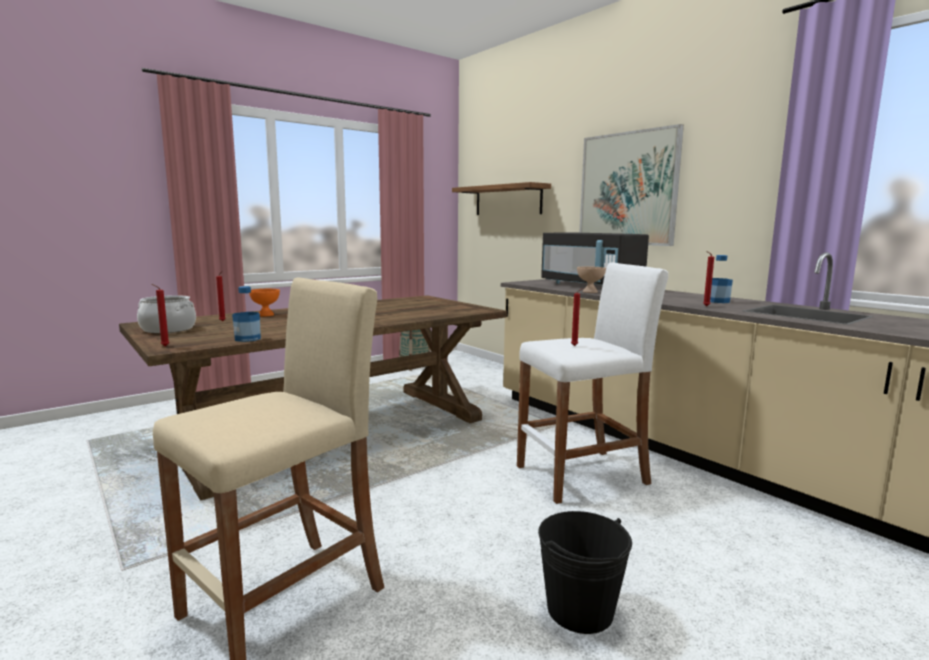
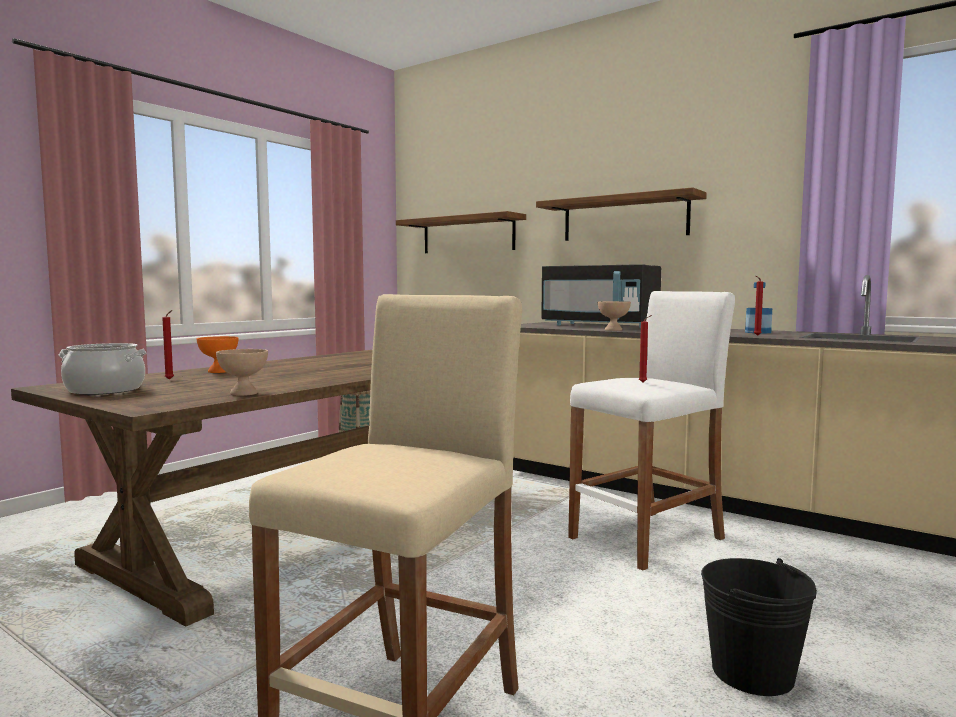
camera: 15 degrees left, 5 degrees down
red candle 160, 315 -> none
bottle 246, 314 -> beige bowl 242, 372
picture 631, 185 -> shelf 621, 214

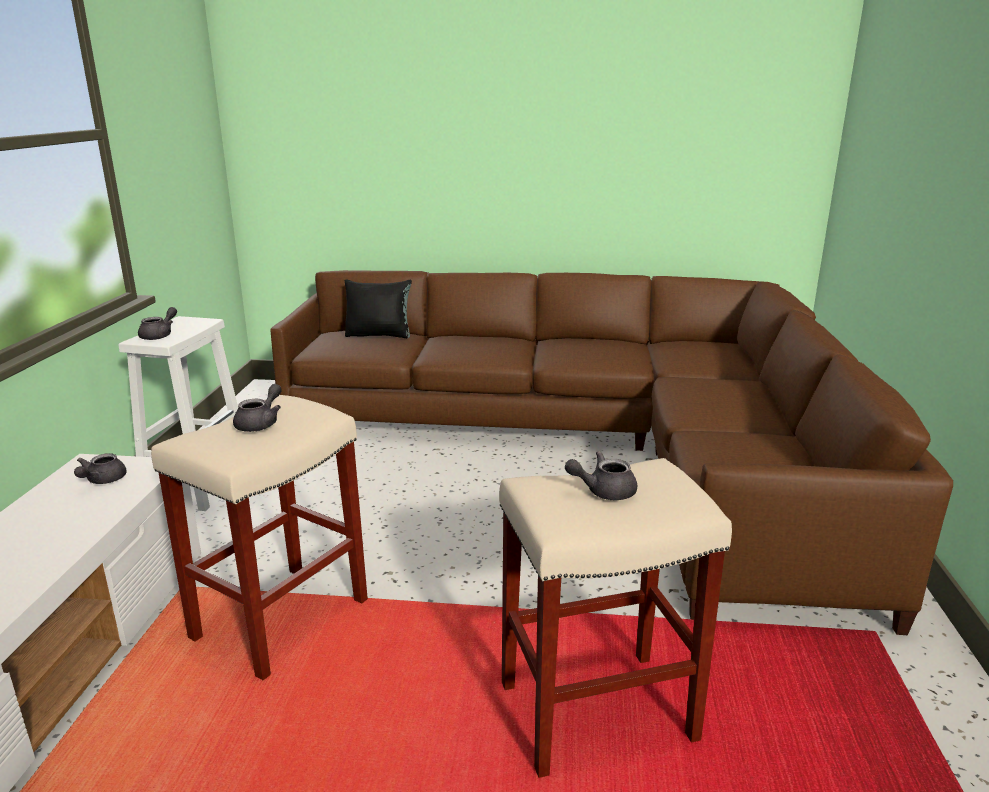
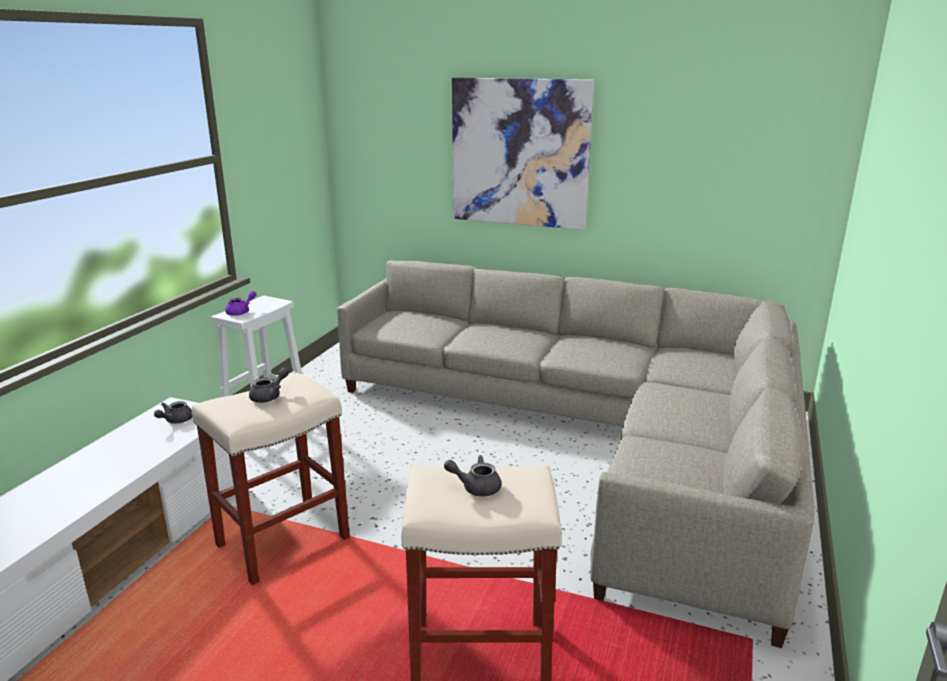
camera: 15 degrees right, 0 degrees up
black pillow 378, 309 -> none
none -> picture 523, 153
grey teapot 157, 323 -> purple teapot 241, 303
brown sofa 611, 452 -> grey sofa 575, 454

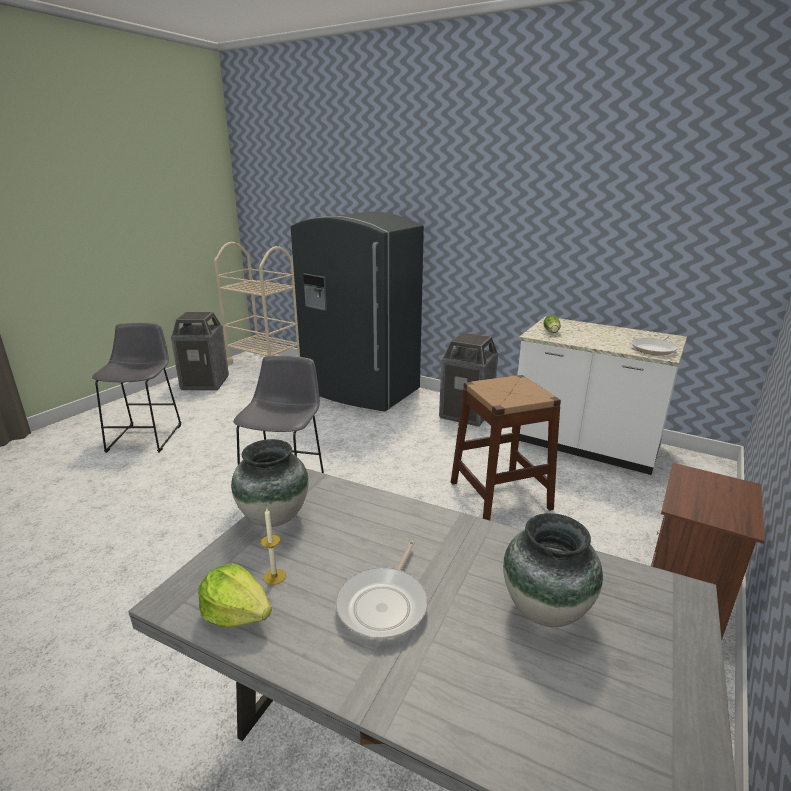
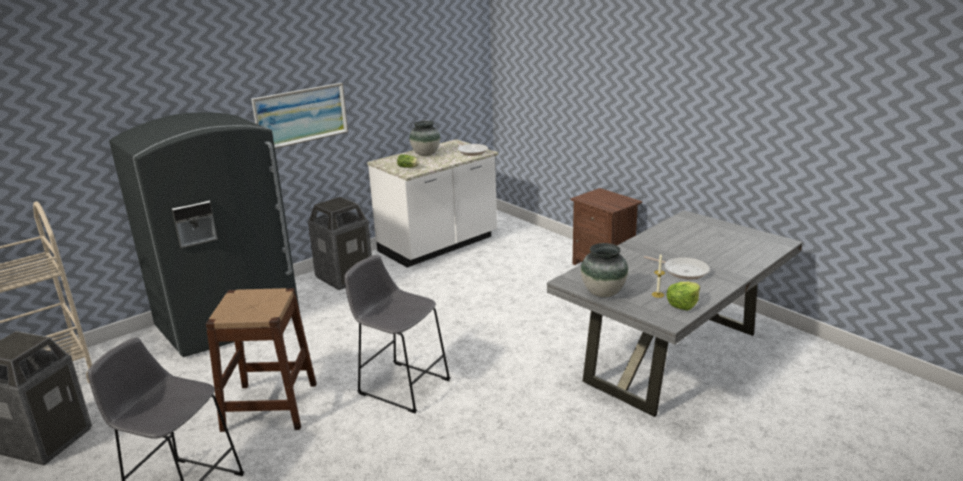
camera: 70 degrees left, 0 degrees up
none -> picture 299, 116
brown stool 506, 447 -> brown stool 261, 360, relocated
vase 553, 570 -> vase 424, 138, relocated

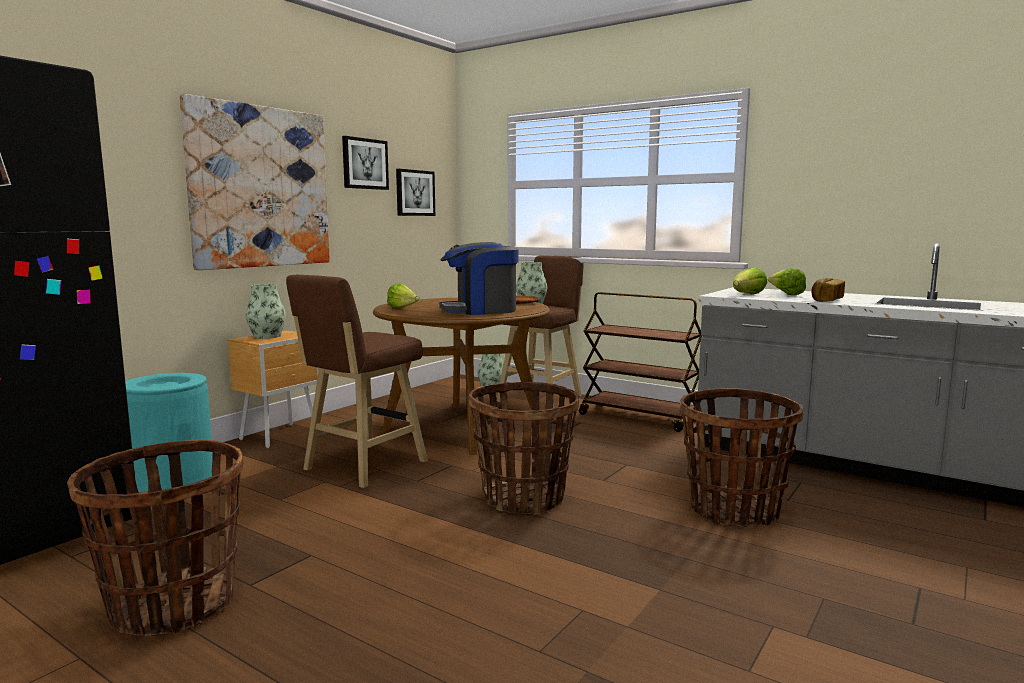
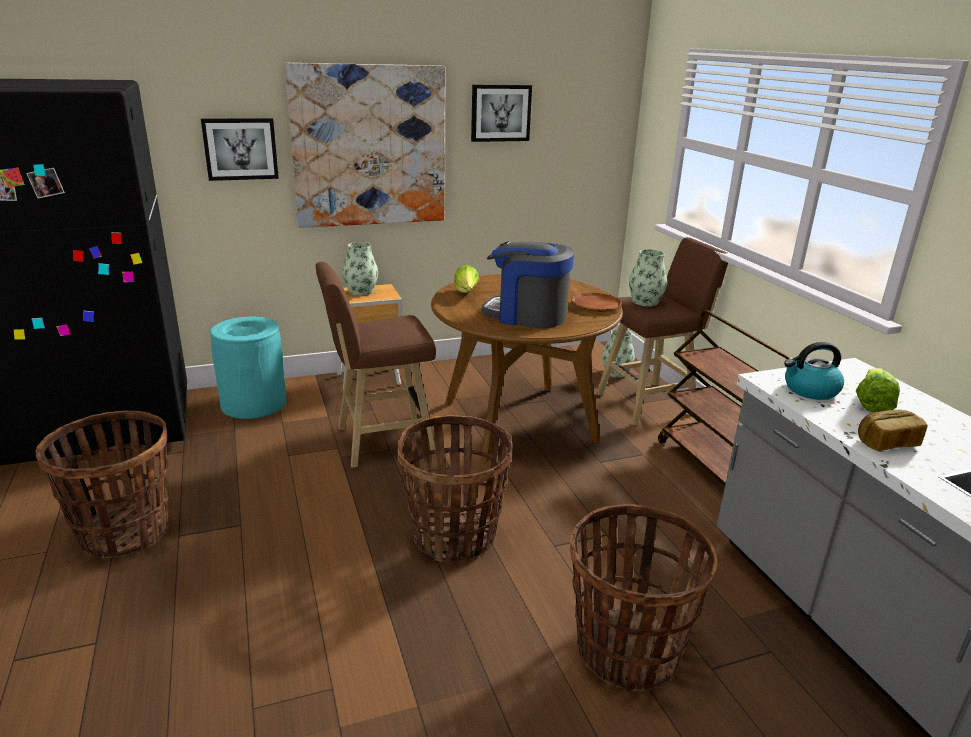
camera: 35 degrees right, 15 degrees up
picture 415, 192 -> picture 240, 149, relocated
lettuce 750, 280 -> kettle 814, 371

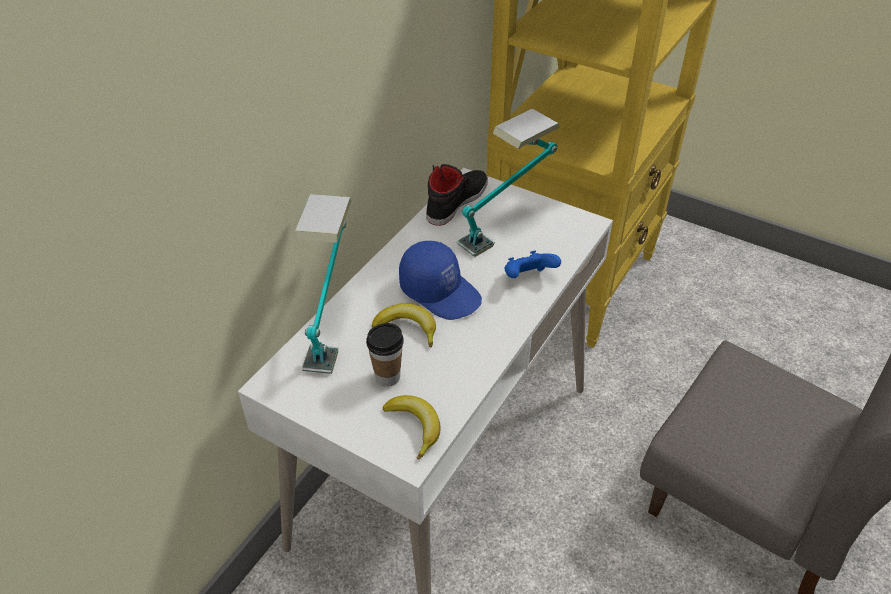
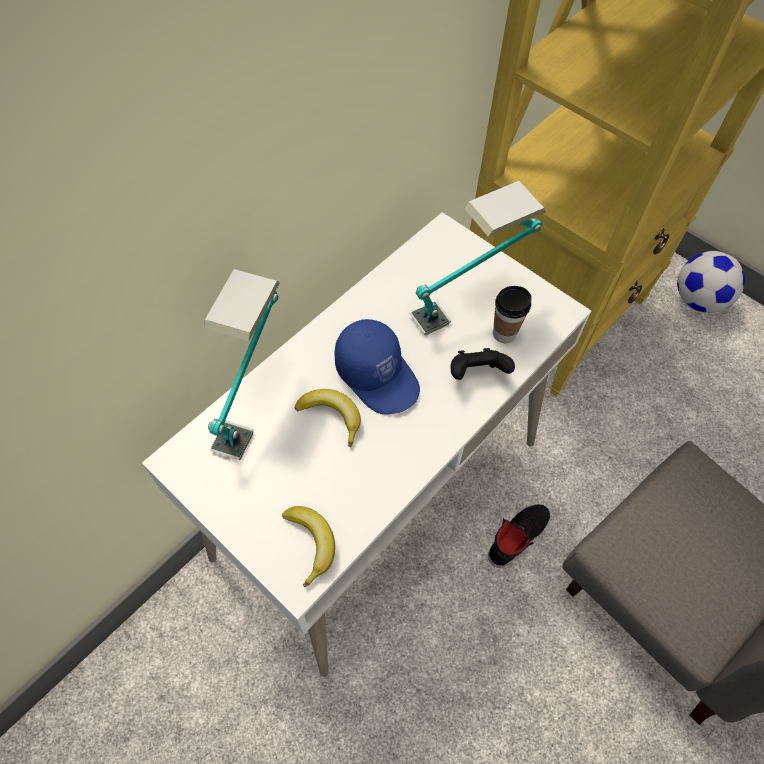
camera: 10 degrees right, 15 degrees up
none -> football 711, 282
cup 385, 355 -> cup 512, 314, relocated
black shoe 457, 195 -> black shoe 519, 536, relocated
blue game controller 533, 264 -> black game controller 483, 364

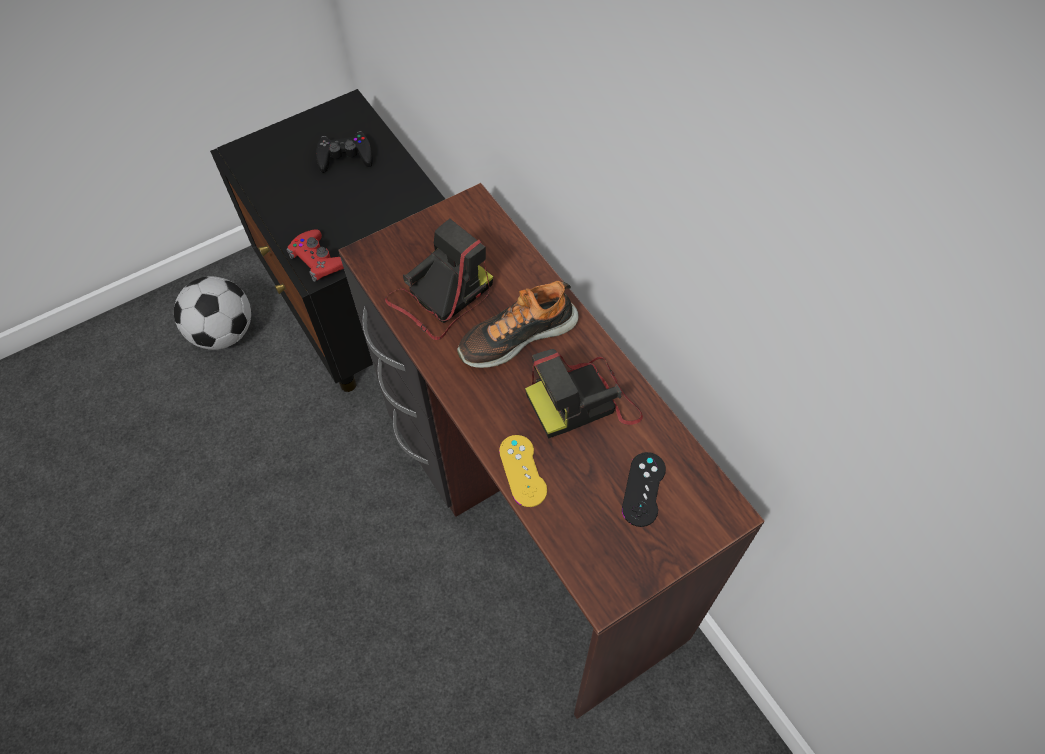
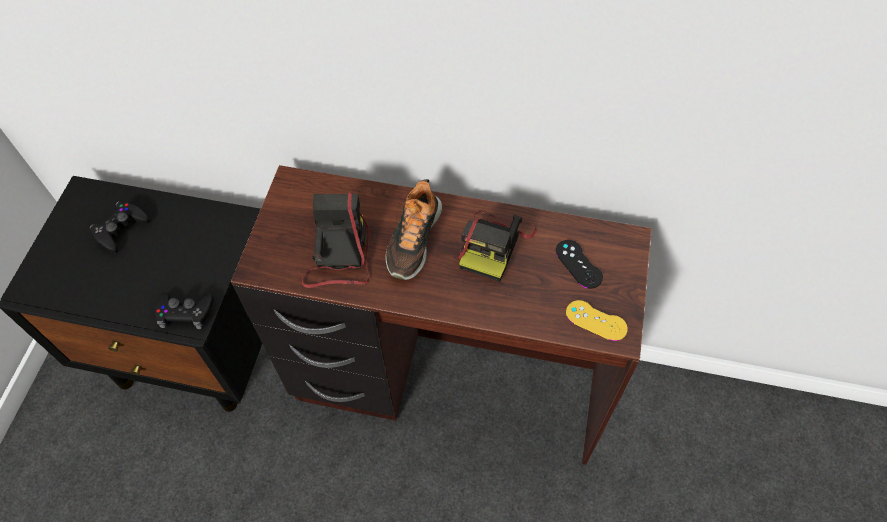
camera: 45 degrees left, 0 degrees up
football 212, 313 -> none
yellow game controller 523, 471 -> yellow game controller 597, 320, relocated
red game controller 315, 256 -> black game controller 184, 310

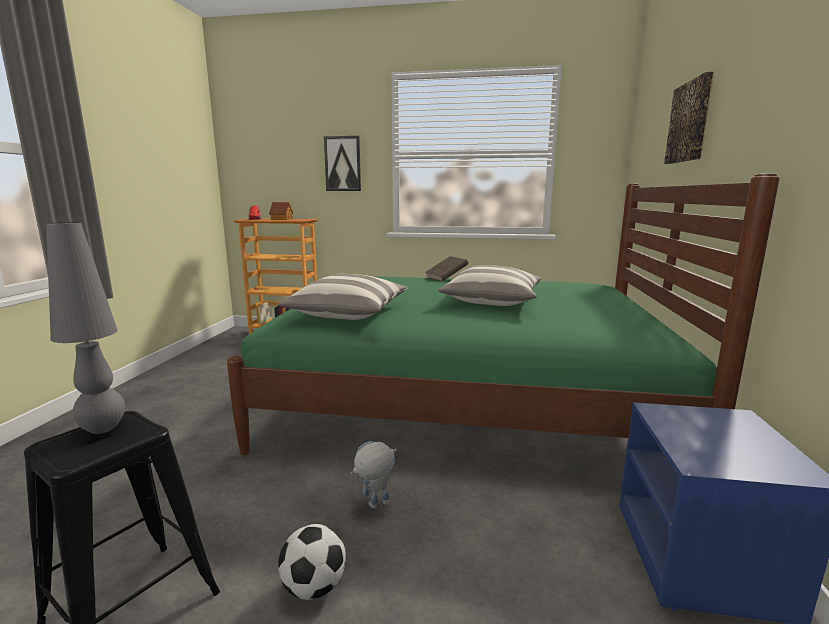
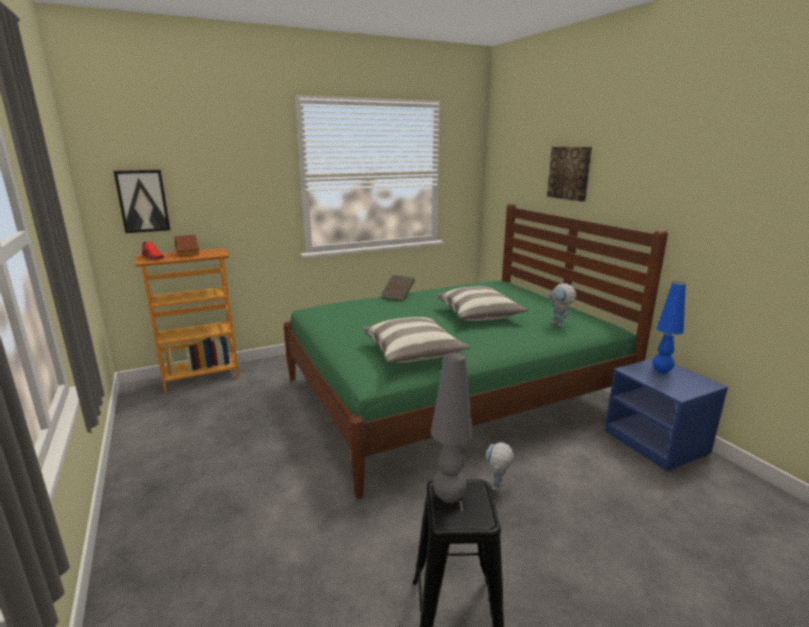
camera: 35 degrees left, 5 degrees up
football 312, 562 -> none
none -> toy robot 563, 304
none -> blue table lamp 669, 328
picture 342, 163 -> picture 141, 201, relocated

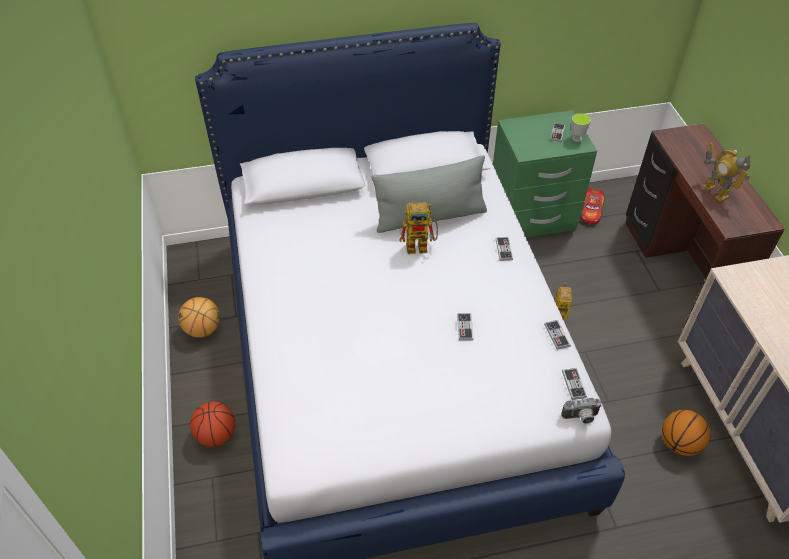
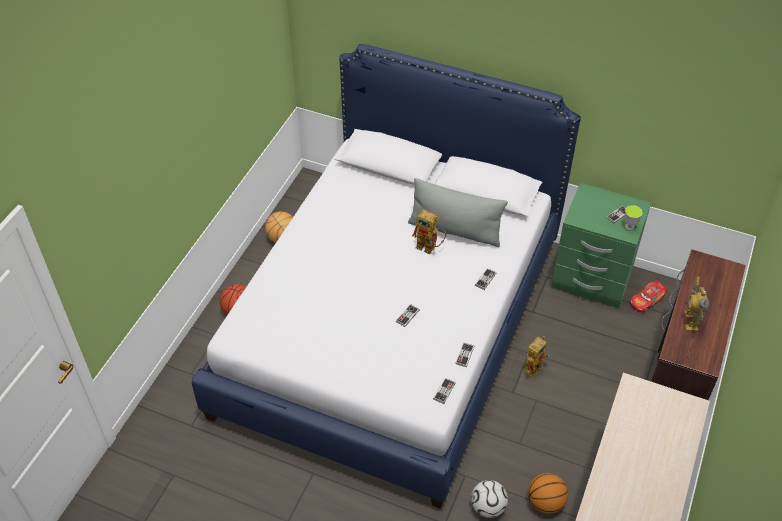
camera: 35 degrees right, 0 degrees up
photo camera 581, 411 -> none
none -> football 489, 499

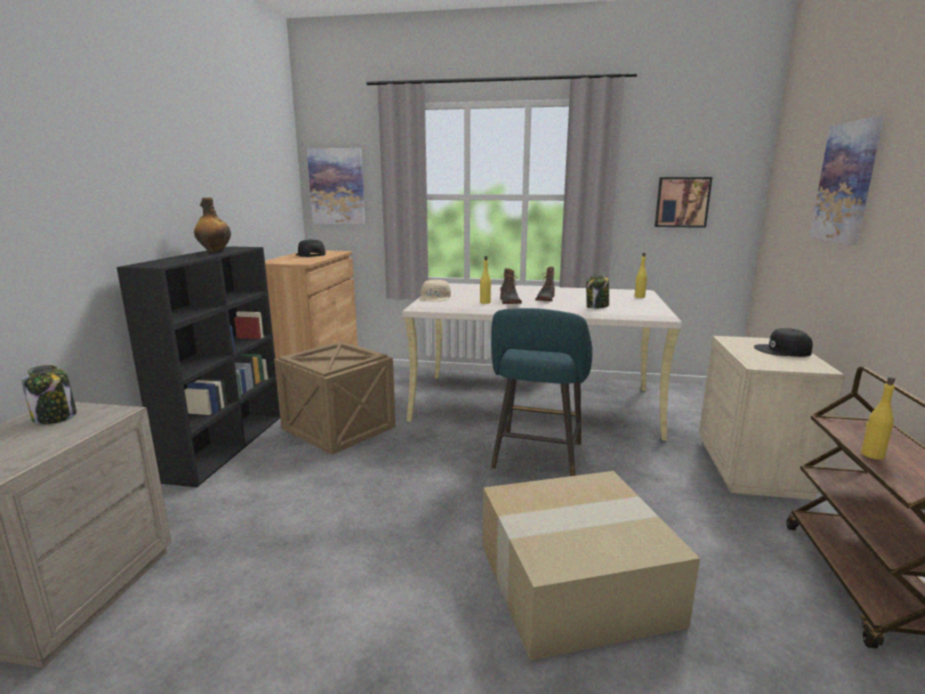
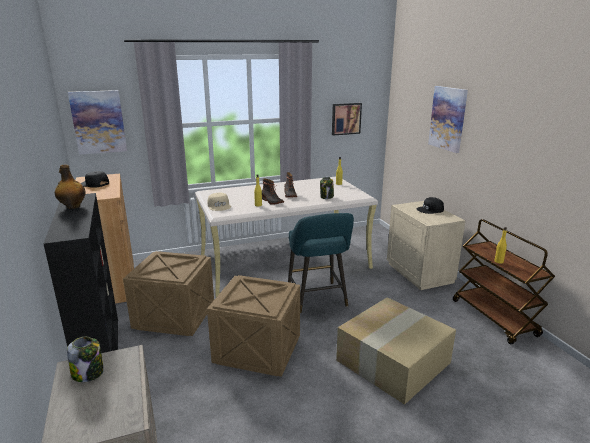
camera: 30 degrees left, 5 degrees up
none -> crate 253, 326

